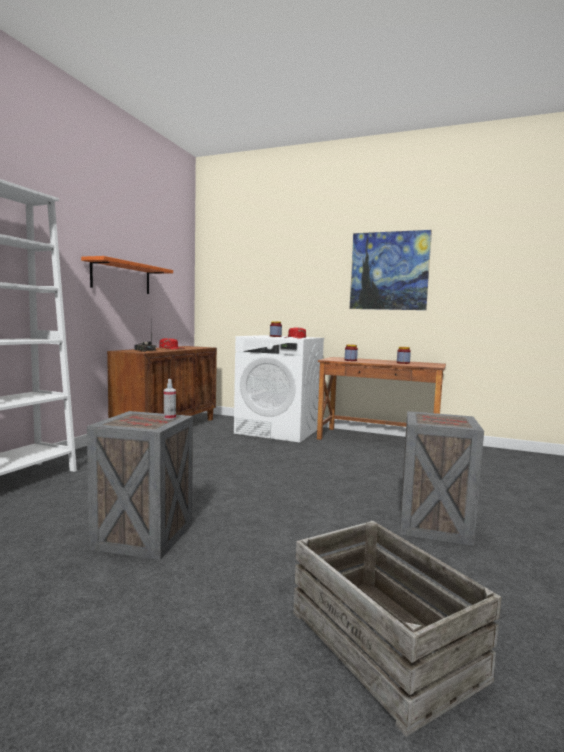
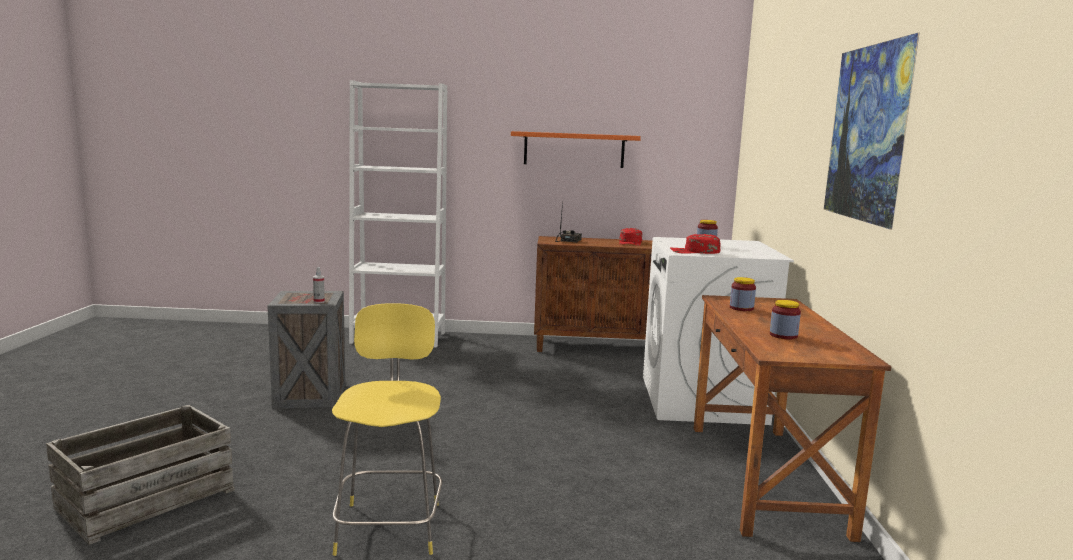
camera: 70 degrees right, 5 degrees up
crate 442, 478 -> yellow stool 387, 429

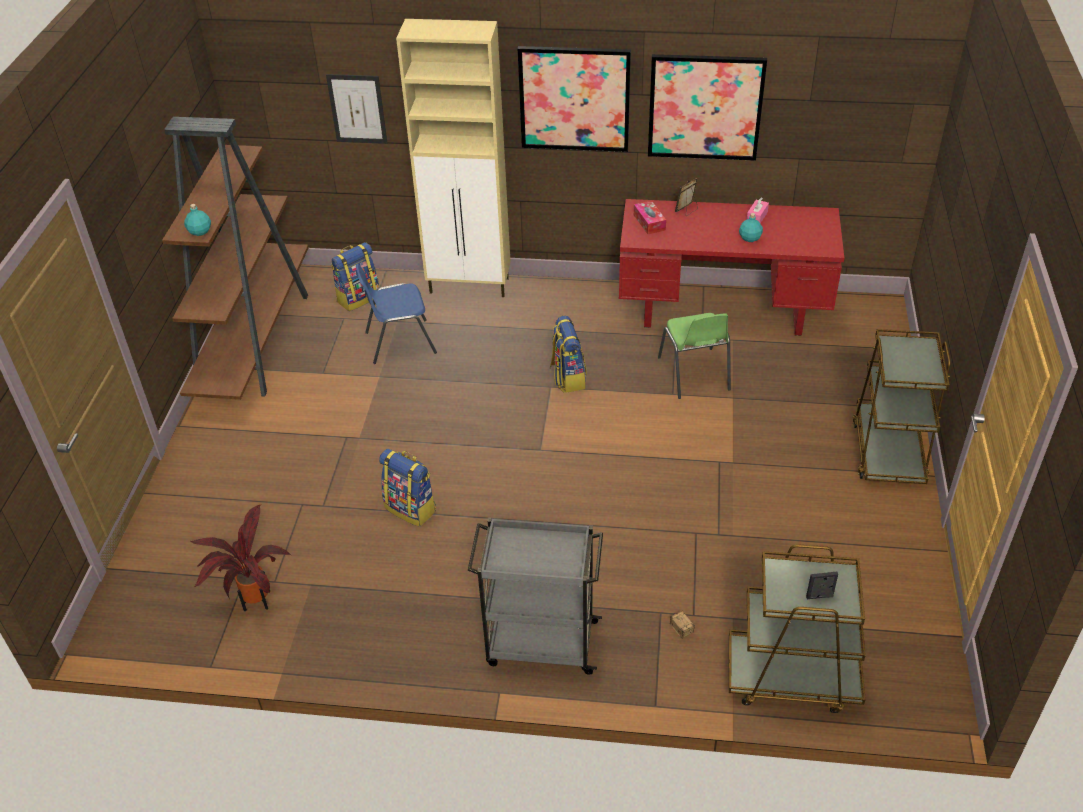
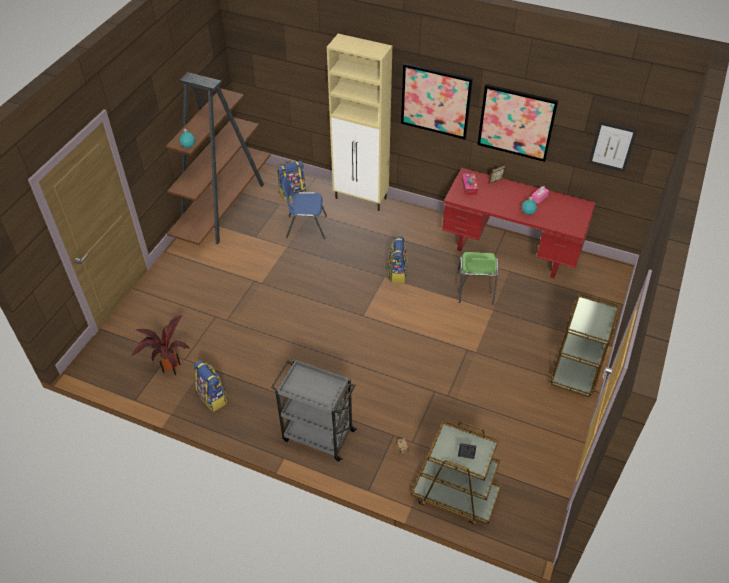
camera: 15 degrees right, 5 degrees up
picture 356, 109 -> picture 613, 146, relocated
backpack 407, 487 -> backpack 211, 386, relocated

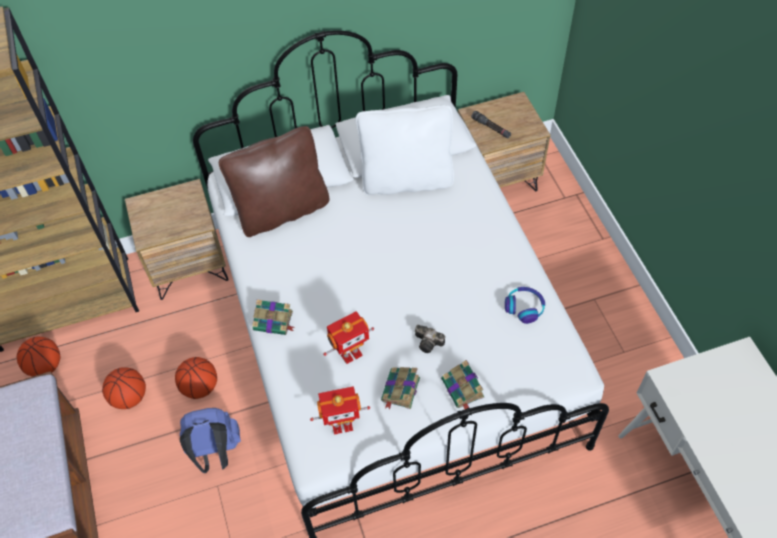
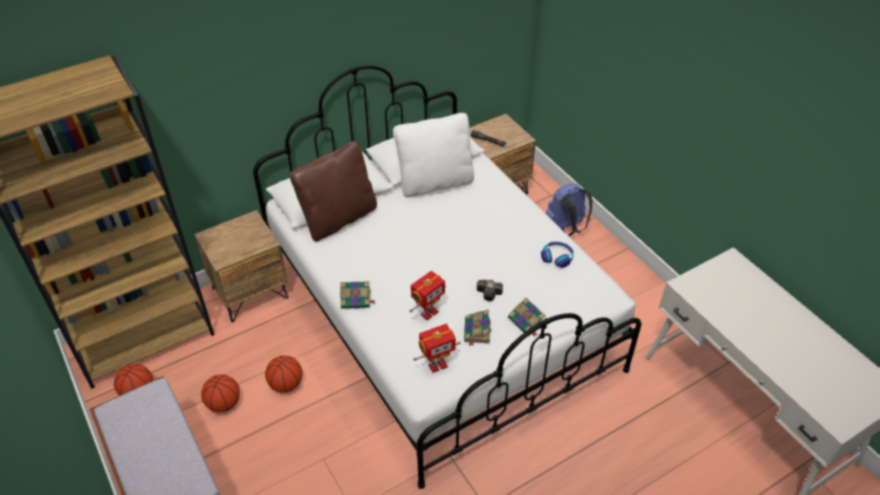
camera: 15 degrees left, 10 degrees down
blue backpack 210, 440 -> blue backpack 569, 210, relocated

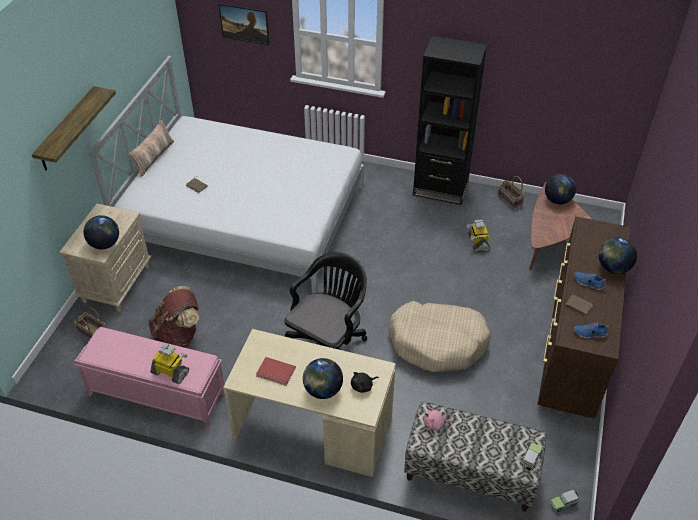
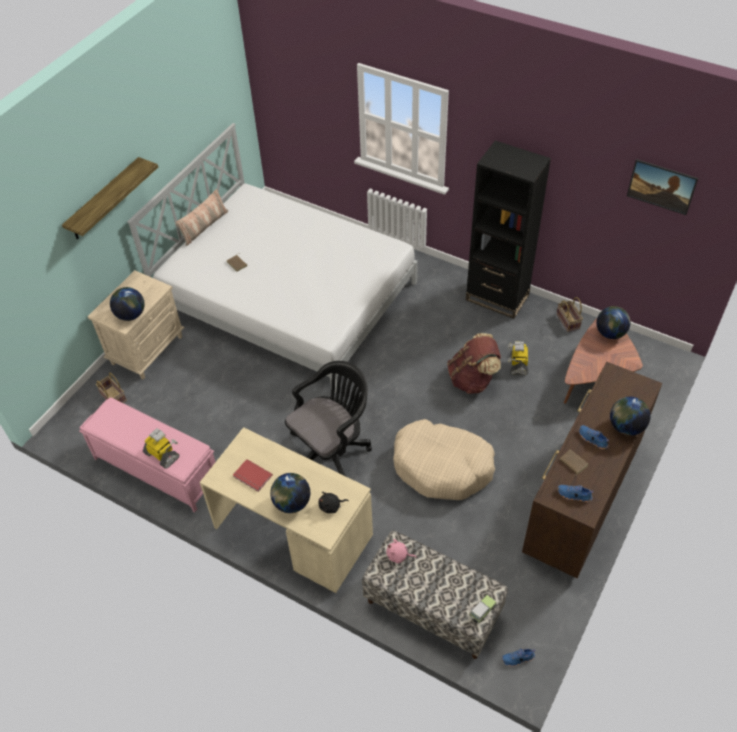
camera: 15 degrees right, 5 degrees up
brown backpack 174, 317 -> brown backpack 474, 363, relocated
picture 244, 24 -> picture 662, 187, relocated
toy car 564, 501 -> blue shoe 518, 658

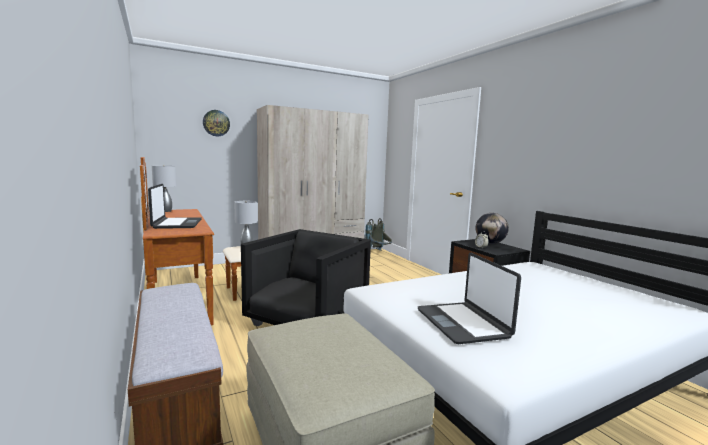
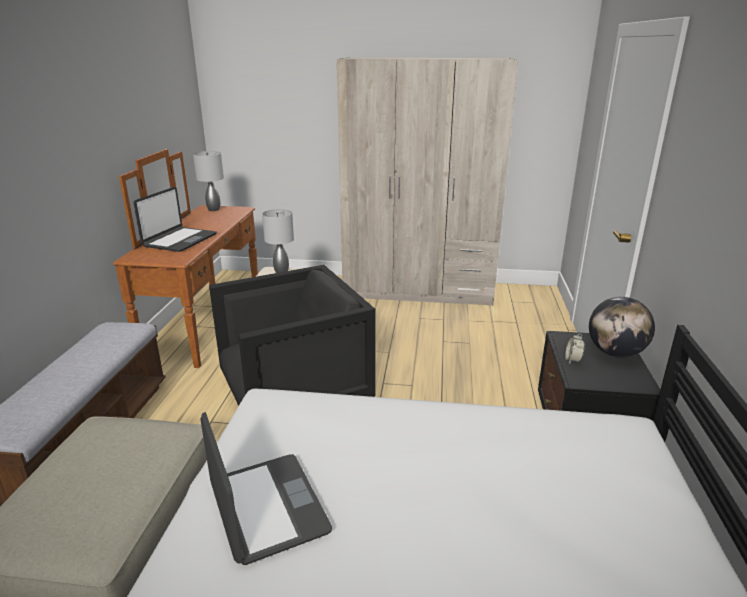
camera: 35 degrees right, 15 degrees up
wall clock 216, 123 -> none
grey backpack 378, 234 -> none
laptop 469, 298 -> laptop 266, 488, 135 degrees clockwise

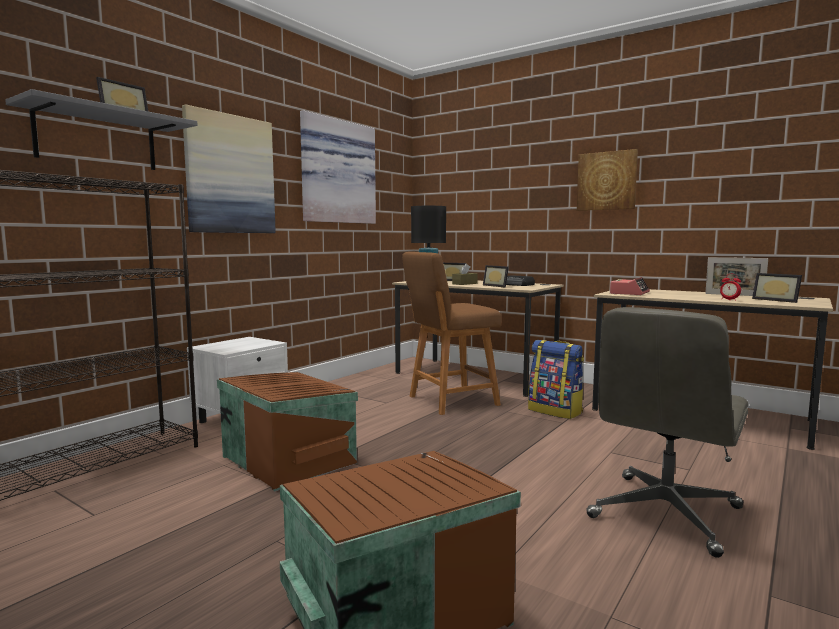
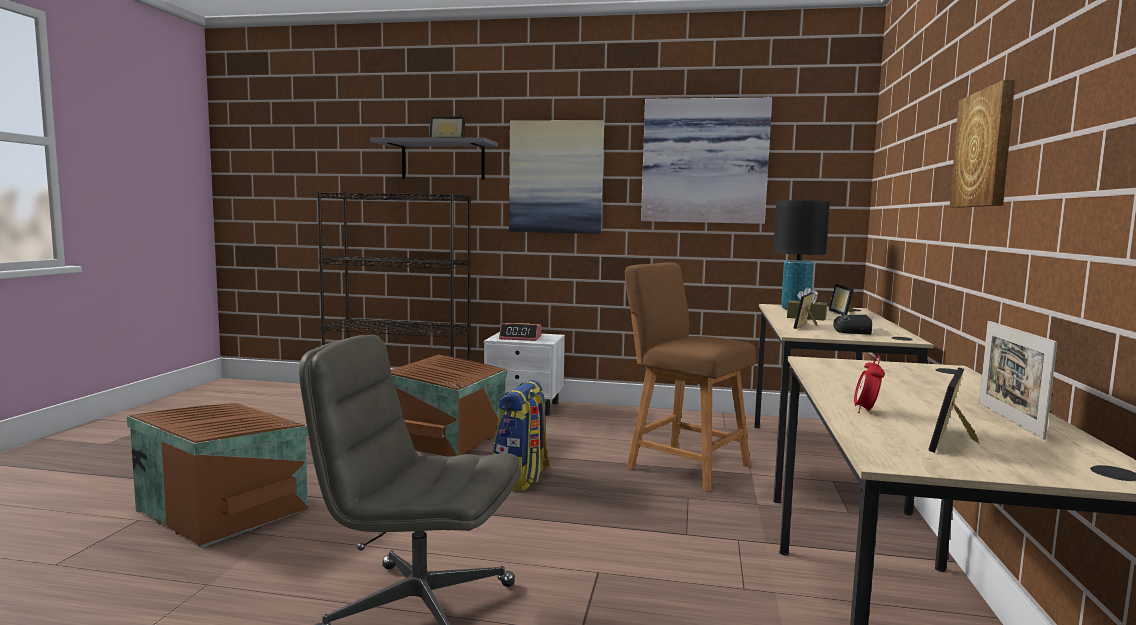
camera: 65 degrees right, 0 degrees up
backpack 556, 379 -> backpack 521, 435, relocated
alarm clock 630, 286 -> alarm clock 520, 332, relocated

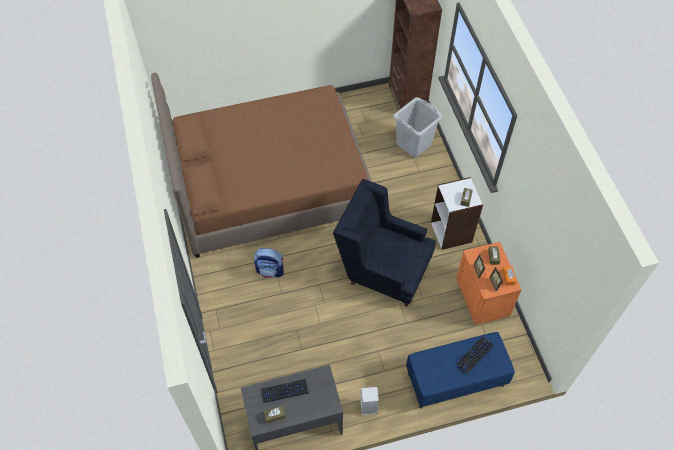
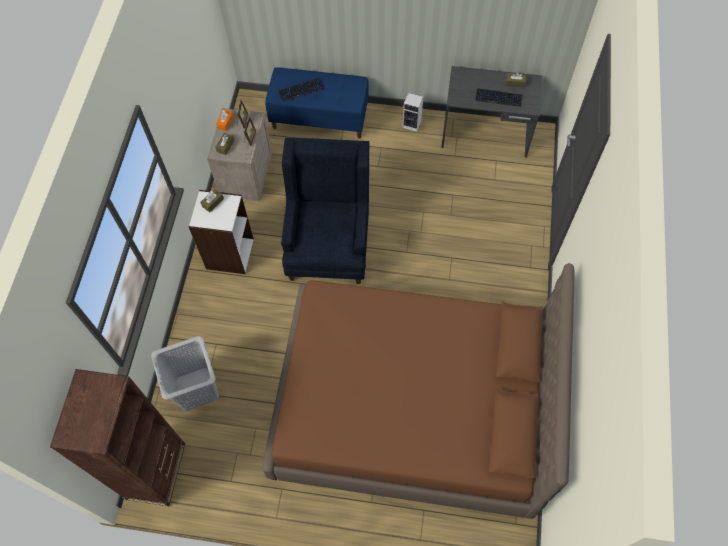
camera: 155 degrees left, 5 degrees up
backpack 269, 263 -> none
orange nightstand 488, 283 -> beige nightstand 239, 154
blue armchair 384, 243 -> blue armchair 325, 211, 135 degrees counterclockwise

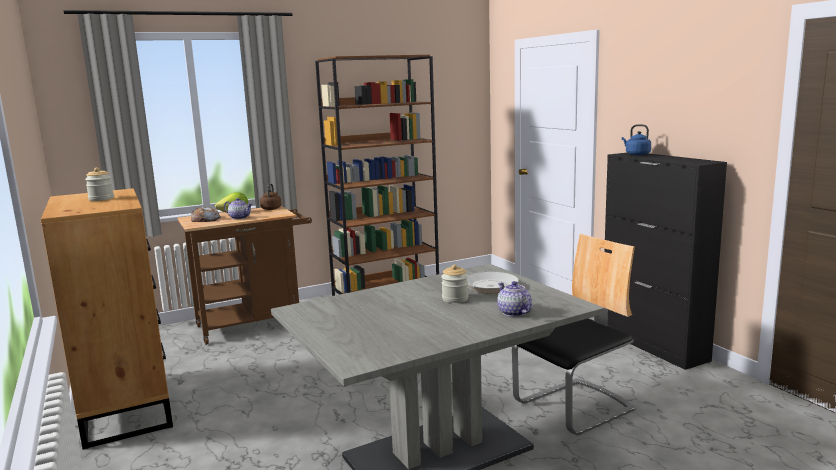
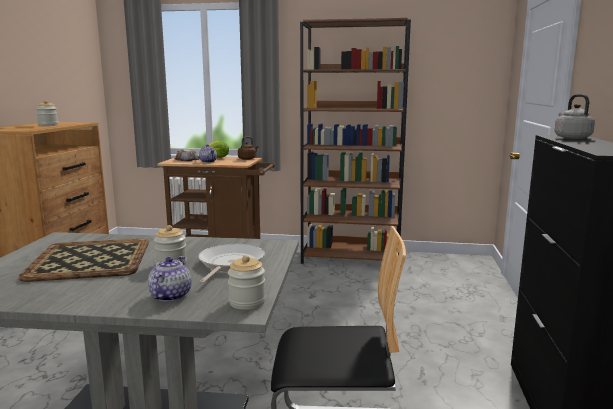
camera: 35 degrees right, 0 degrees up
none -> tray 83, 260
none -> jar 246, 282
blue kettle 636, 139 -> grey kettle 575, 116

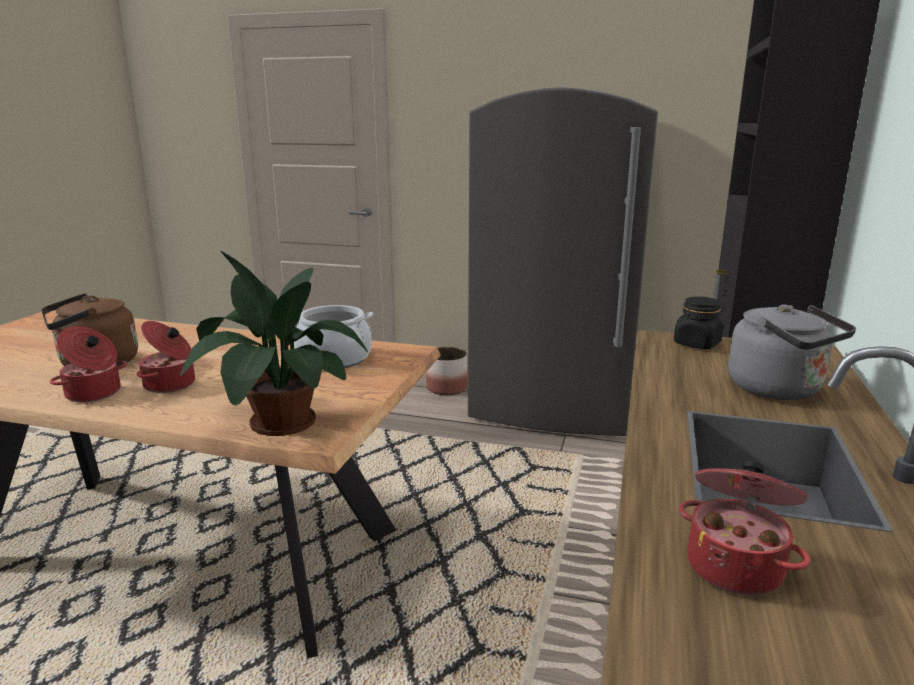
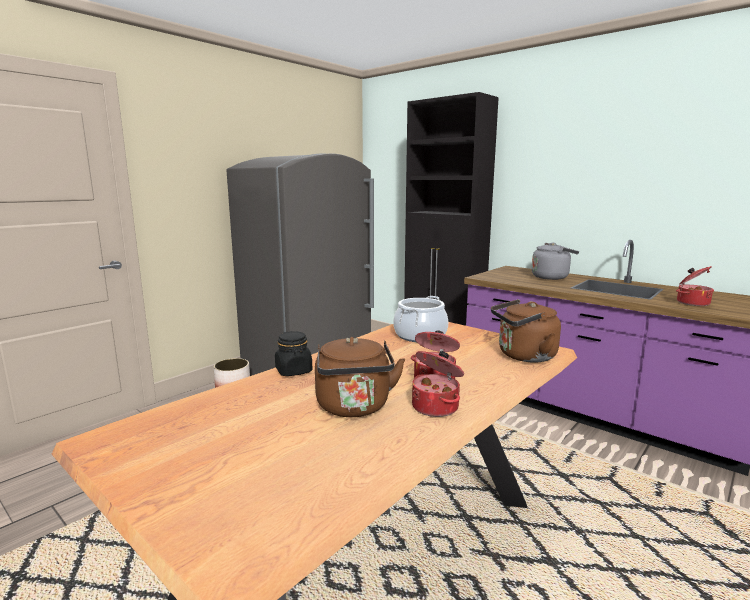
camera: 65 degrees left, 5 degrees down
black jar 698, 322 -> black jar 293, 353, relocated
potted plant 274, 343 -> brown kettle 526, 330

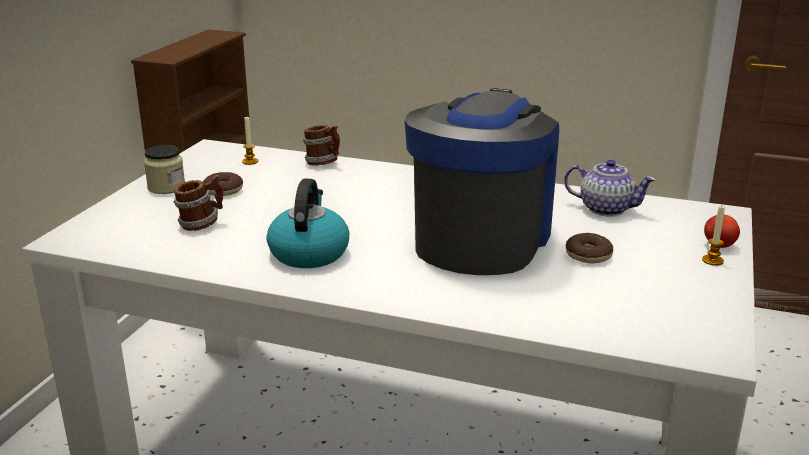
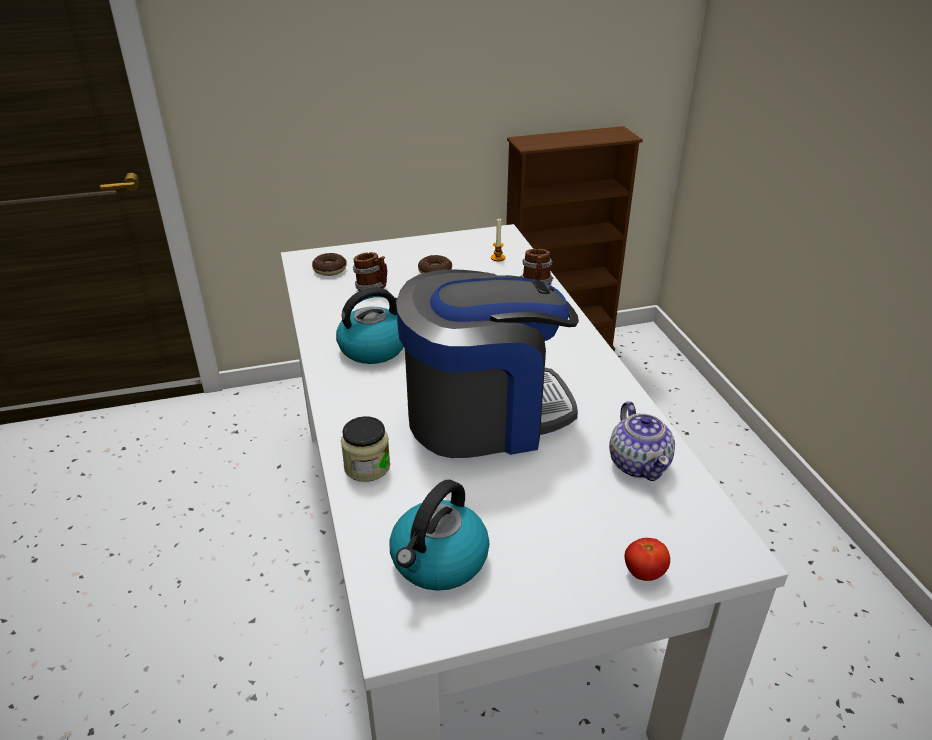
camera: 55 degrees right, 10 degrees up
candle 713, 236 -> none
none -> kettle 439, 535
jar 164, 169 -> jar 365, 449, relocated
donut 589, 248 -> donut 329, 264, relocated

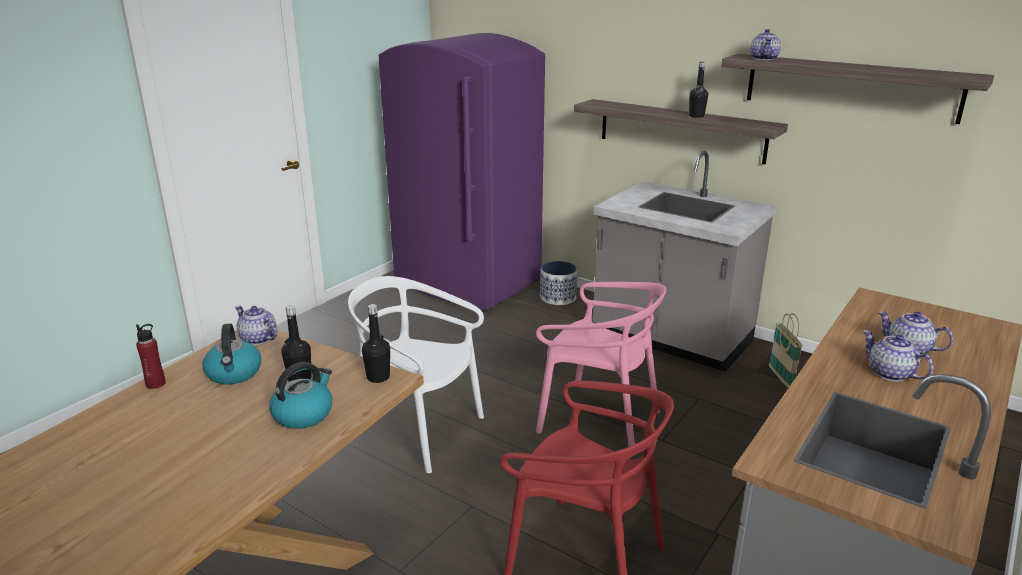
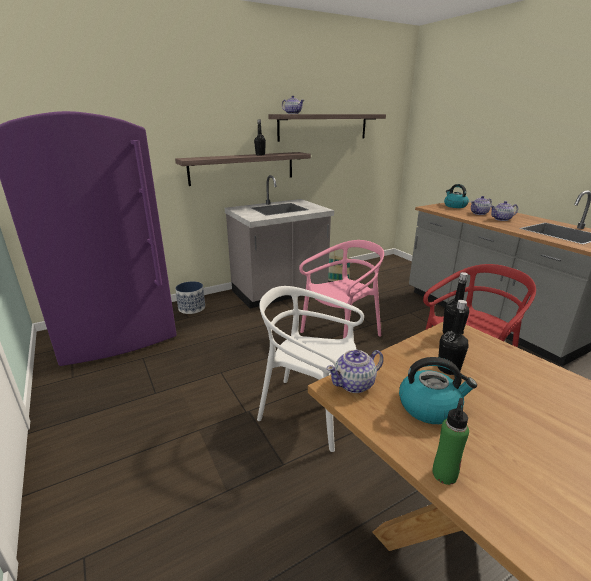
camera: 65 degrees left, 0 degrees up
kettle 300, 395 -> kettle 456, 196, relocated
red bottle 151, 356 -> green bottle 450, 441
white chair 416, 374 -> white chair 310, 369, 60 degrees clockwise

